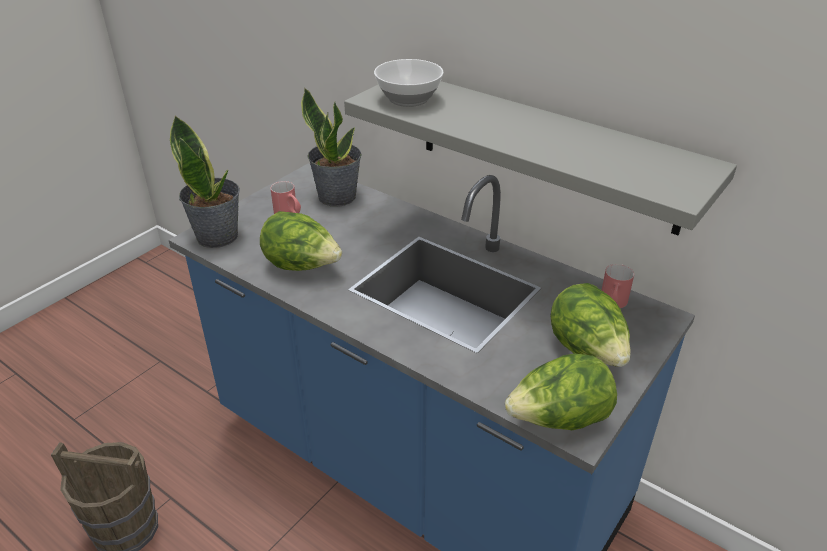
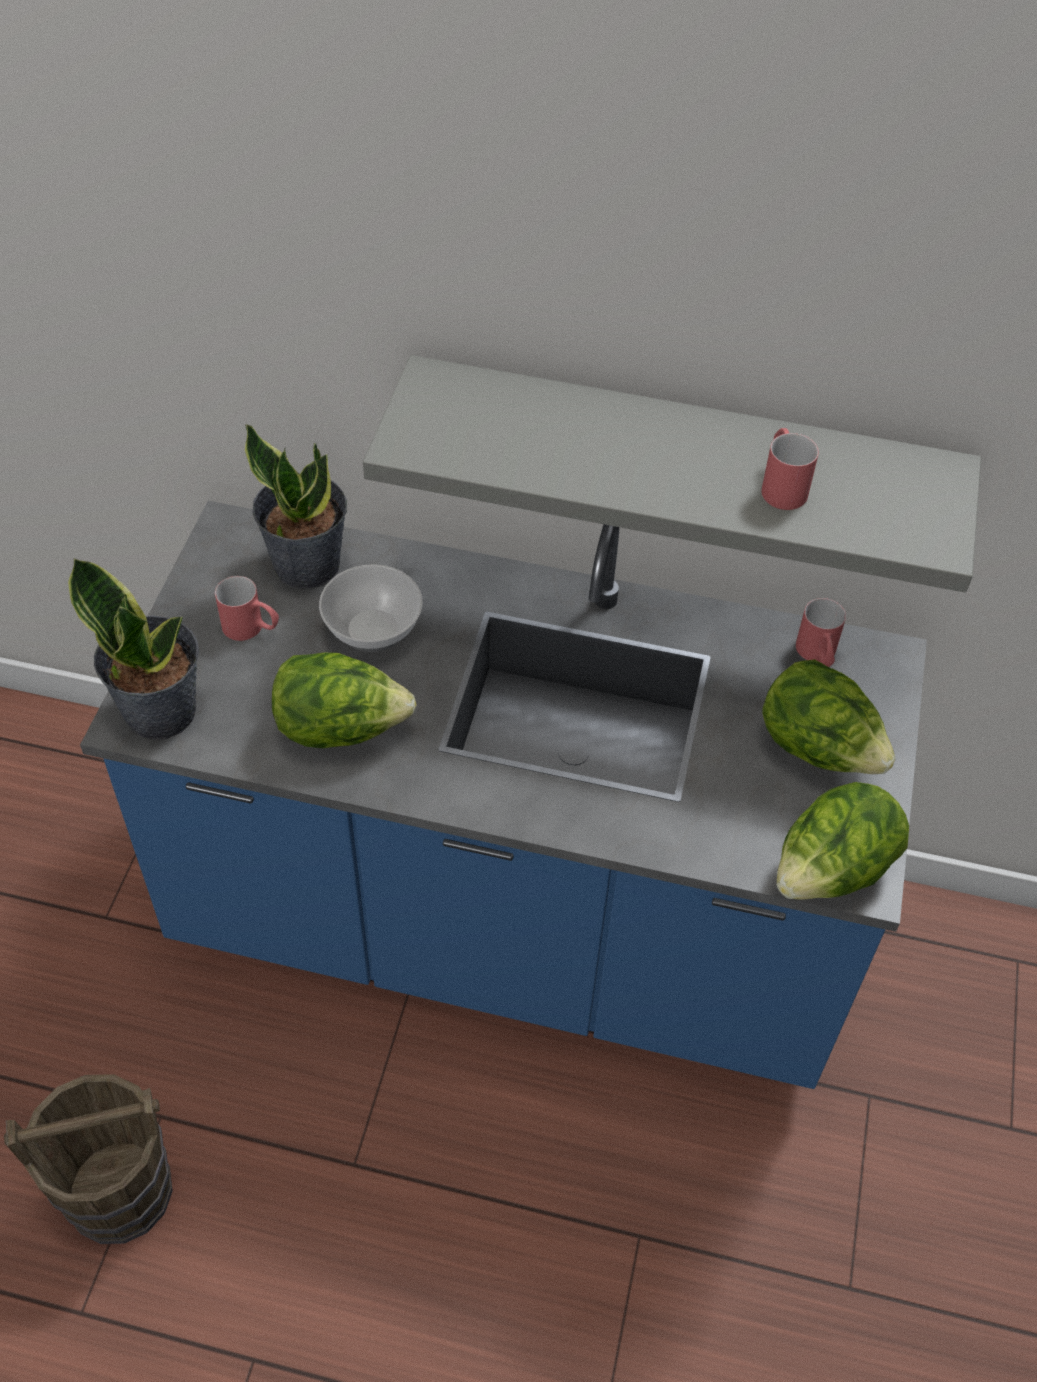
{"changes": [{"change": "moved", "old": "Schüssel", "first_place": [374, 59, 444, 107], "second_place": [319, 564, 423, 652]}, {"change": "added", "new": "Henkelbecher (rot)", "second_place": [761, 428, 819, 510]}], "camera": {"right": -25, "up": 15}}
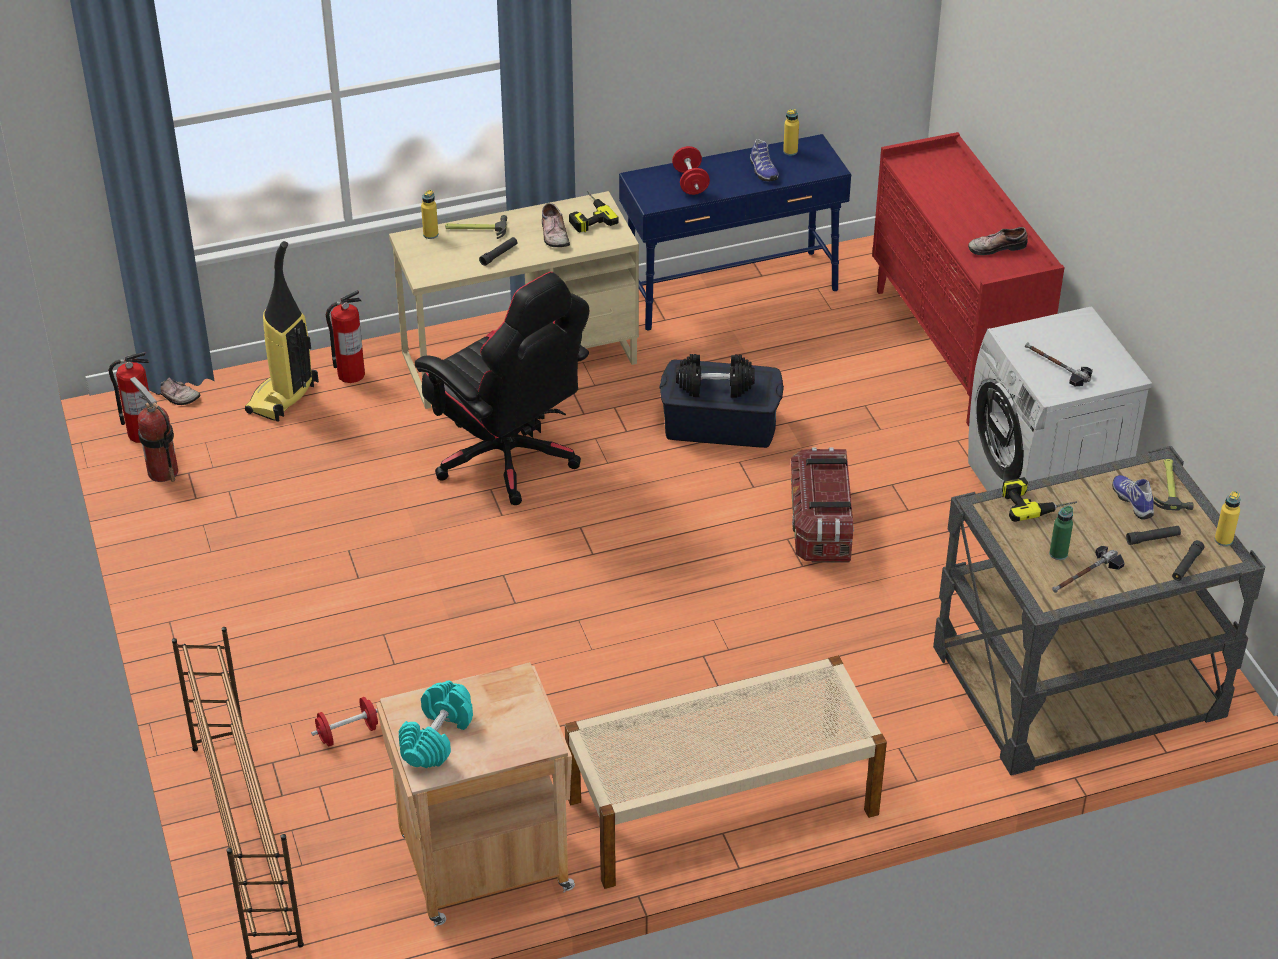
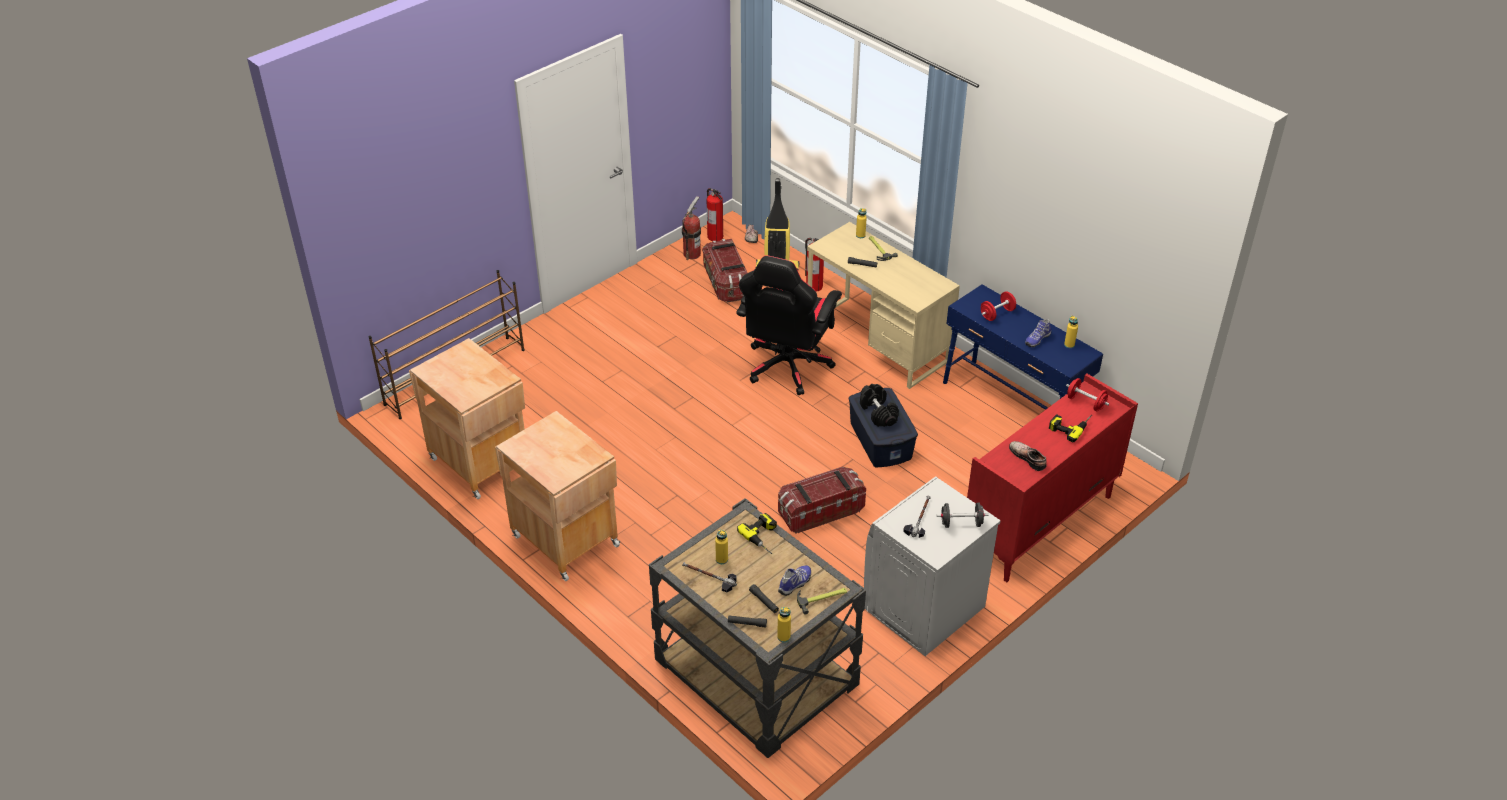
{"changes": [{"change": "replaced", "old": "Bank (beige)", "new": "Rollwagen (braun)", "first_place": [565, 655, 887, 889], "second_place": [495, 411, 620, 581]}, {"change": "added", "new": "Aufbewahrungsbox", "second_place": [702, 239, 747, 302]}, {"change": "recoloured", "old": "Flasche (grün)", "new": "Flasche (gelb)", "first_place": [1050, 505, 1073, 560], "second_place": [715, 530, 728, 564]}, {"change": "added", "new": "Hantel (schwarz)", "second_place": [937, 503, 988, 528]}, {"change": "moved", "old": "Bohrmaschine", "first_place": [569, 191, 618, 233], "second_place": [1049, 414, 1092, 442]}, {"change": "moved", "old": "Hantel (rot)", "first_place": [311, 697, 378, 746], "second_place": [1066, 378, 1109, 411]}, {"change": "removed", "old": "Hantel (türkis)", "first_place": [399, 680, 473, 768]}, {"change": "removed", "old": "Schuh", "first_place": [542, 203, 570, 247]}], "camera": {"right": 65, "up": 0}}
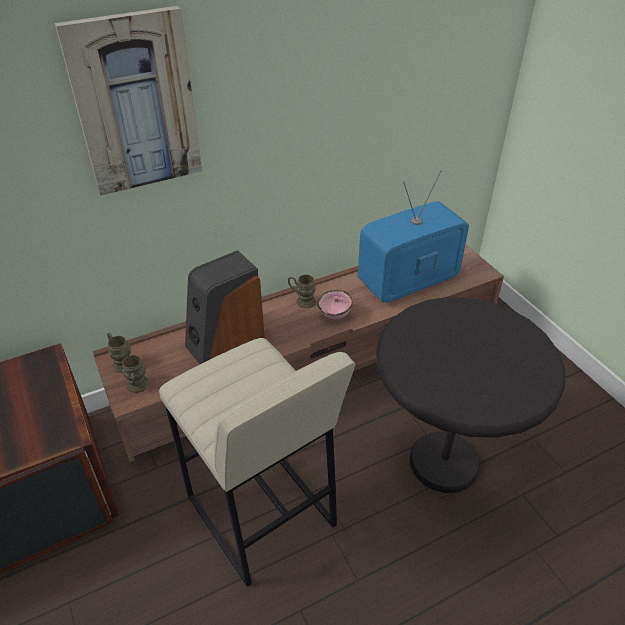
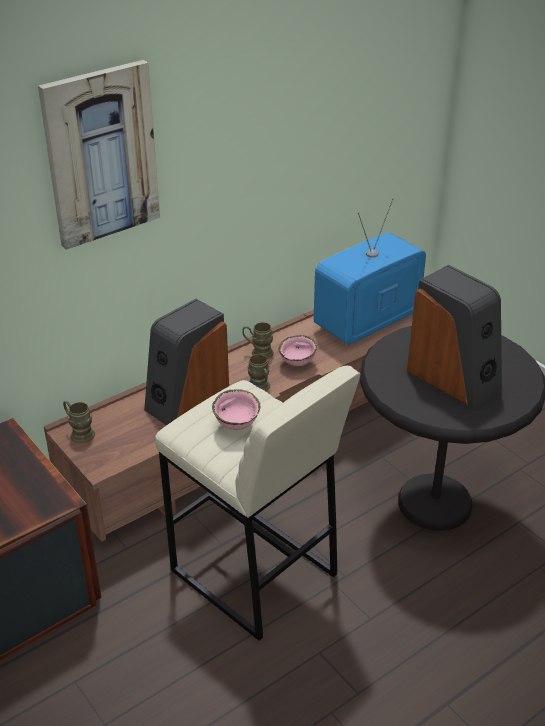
{"changes": [{"change": "added", "new": "Schüssel (rosa)", "second_place": [212, 389, 260, 430]}, {"change": "moved", "old": "Henkelbecher (braun)", "first_place": [122, 355, 150, 393], "second_place": [248, 354, 270, 391]}, {"change": "added", "new": "Lautsprecher", "second_place": [407, 265, 502, 408]}], "camera": {"right": -10, "up": -5}}
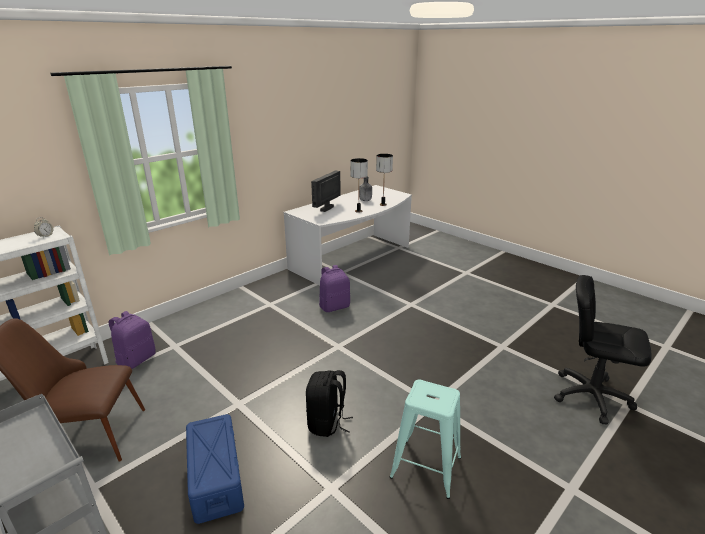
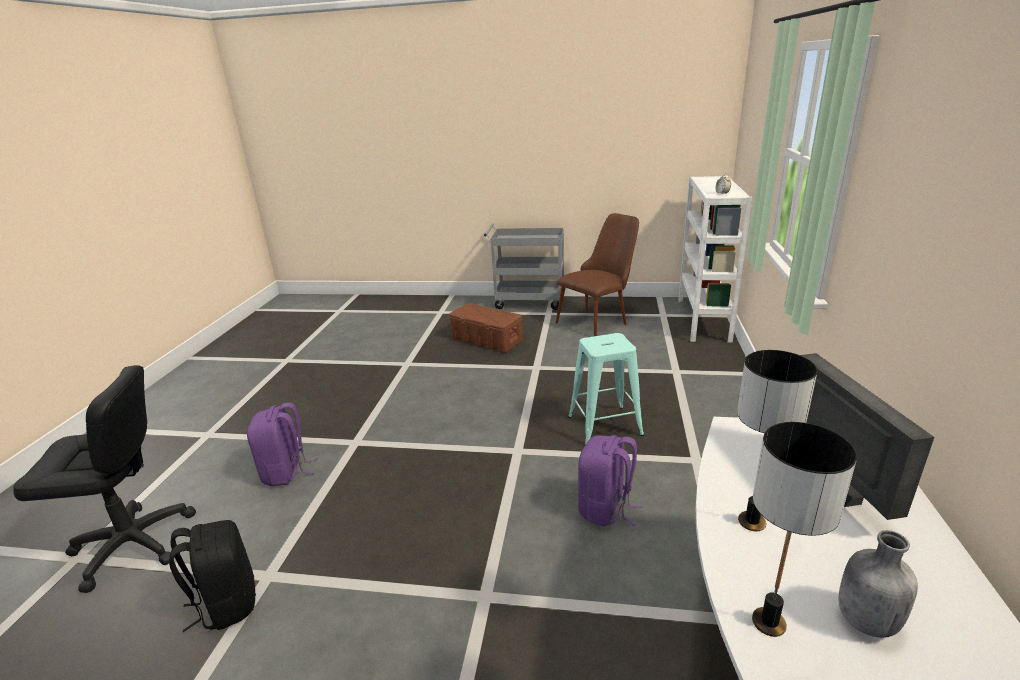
{"changes": [{"change": "moved", "old": "Rucksack (schwarz)", "first_place": [306, 370, 353, 437], "second_place": [169, 520, 256, 632]}, {"change": "moved", "old": "Rucksack (lila)", "first_place": [108, 311, 156, 369], "second_place": [247, 403, 318, 486]}, {"change": "recoloured", "old": "Aufbewahrungsbox (blau)", "new": "Aufbewahrungsbox (braun)", "first_place": [186, 414, 244, 524], "second_place": [449, 303, 523, 353]}, {"change": "moved", "old": "Hocker (türkis)", "first_place": [389, 379, 461, 499], "second_place": [568, 333, 644, 445]}], "camera": {"right": 145, "up": 0}}
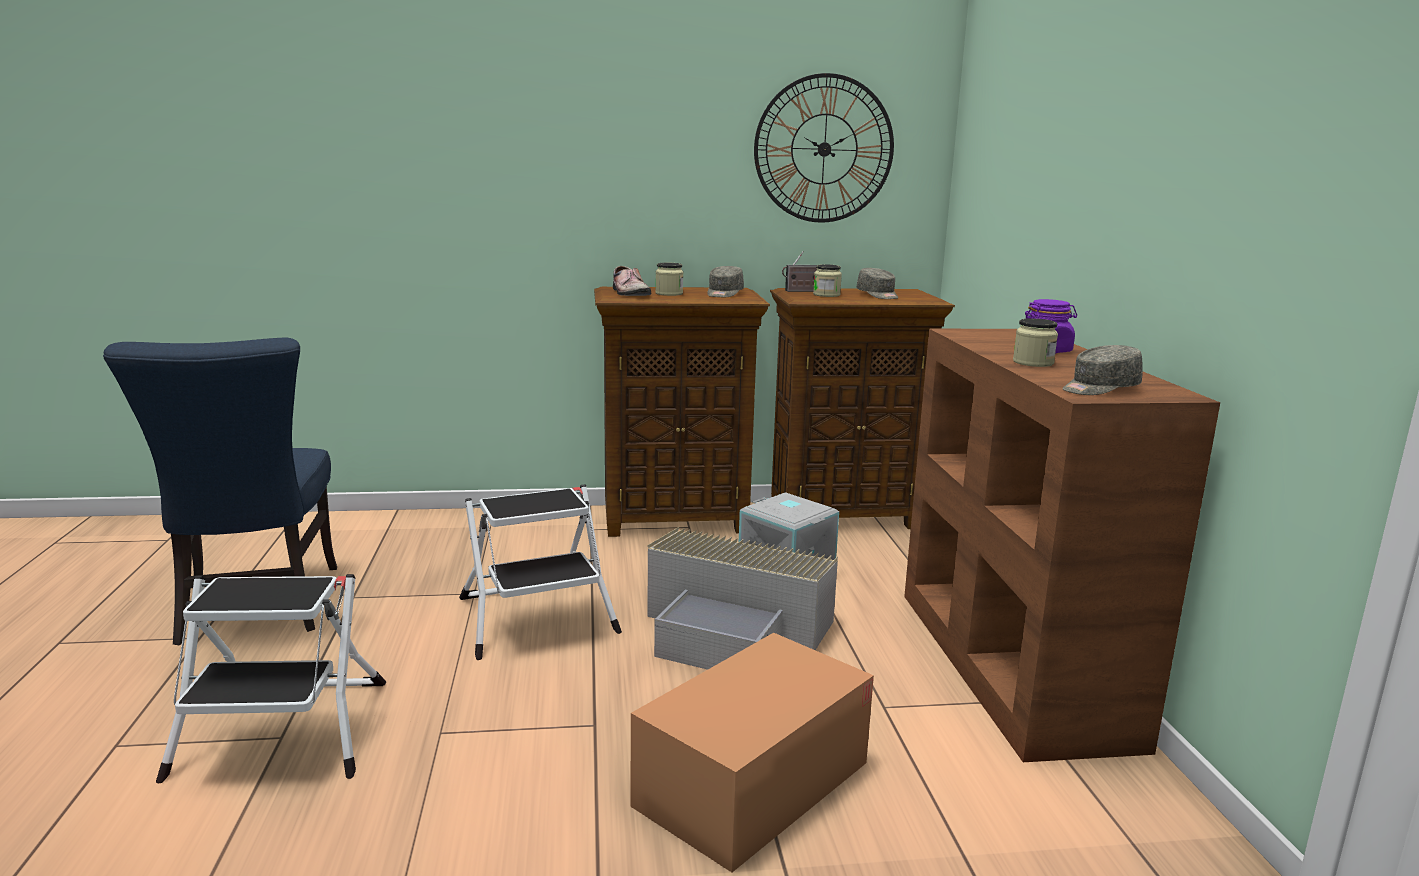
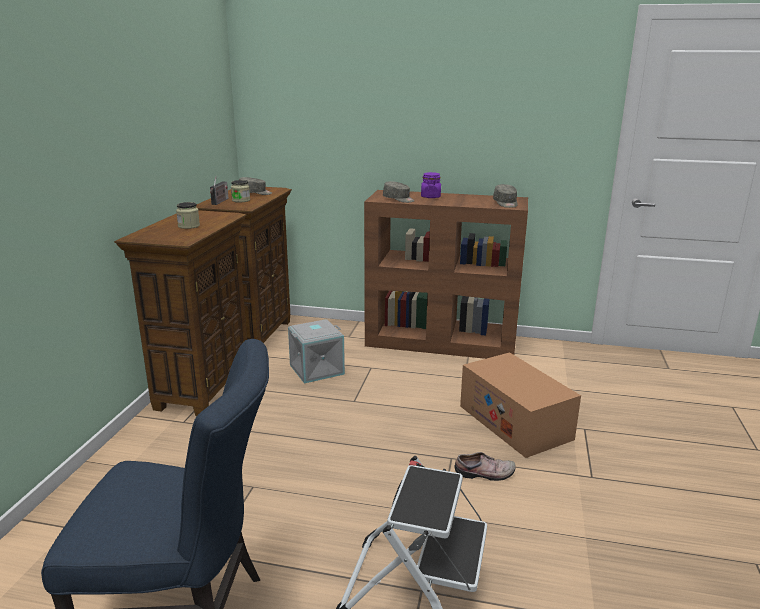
{"changes": [{"change": "moved", "old": "Kappe (grau)", "first_place": [707, 266, 744, 297], "second_place": [383, 181, 414, 203]}, {"change": "moved", "old": "Schuh", "first_place": [613, 266, 651, 296], "second_place": [455, 452, 516, 481]}, {"change": "removed", "old": "Trittleiter", "first_place": [459, 484, 622, 660]}, {"change": "removed", "old": "Aufbewahrungsbox (grau)", "first_place": [647, 527, 838, 670]}, {"change": "removed", "old": "Wanduhr", "first_place": [754, 73, 894, 223]}, {"change": "removed", "old": "Vorratsglas", "first_place": [1013, 318, 1058, 367]}], "camera": {"right": -70, "up": 5}}
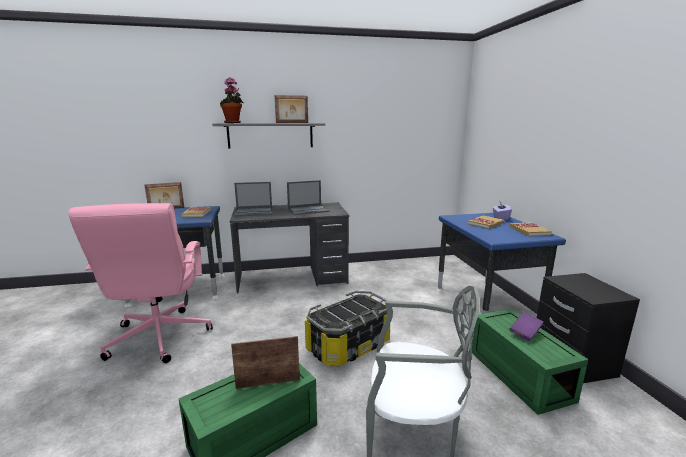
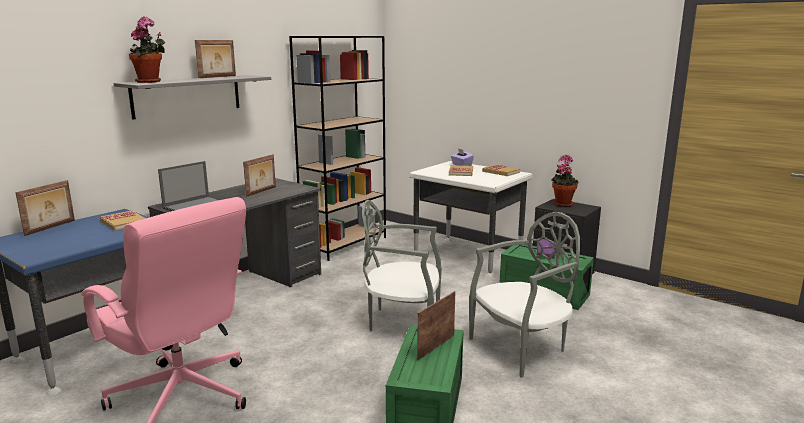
{"changes": [{"change": "replaced", "old": "Laptop", "new": "Bilderrahmen", "first_place": [287, 180, 329, 215], "second_place": [243, 154, 276, 197]}, {"change": "added", "new": "Bücherregal (beige)", "second_place": [289, 36, 386, 261]}, {"change": "replaced", "old": "Aufbewahrungsbox", "new": "Stuhl (grau)", "first_place": [305, 291, 390, 366], "second_place": [362, 200, 442, 331]}, {"change": "recoloured", "old": "Schreibtisch (blau)", "new": "Schreibtisch (weiß)", "first_place": [436, 213, 566, 314], "second_place": [410, 161, 533, 278]}, {"change": "added", "new": "Topfpflanze", "second_place": [551, 154, 579, 207]}], "camera": {"right": -40, "up": 0}}
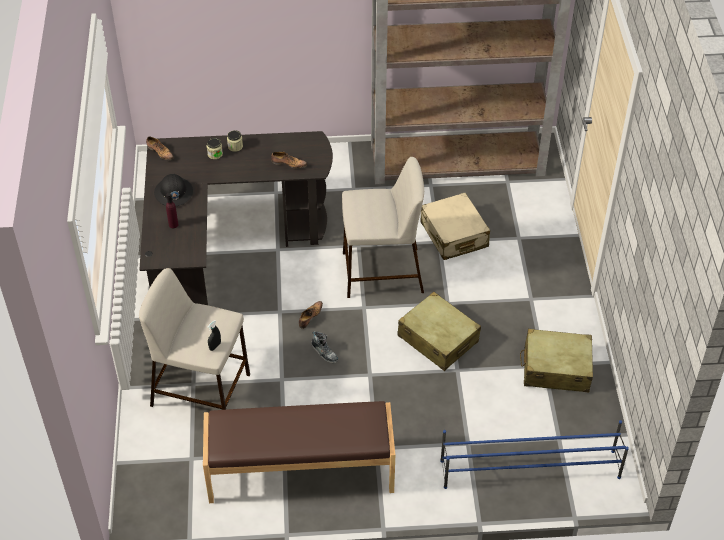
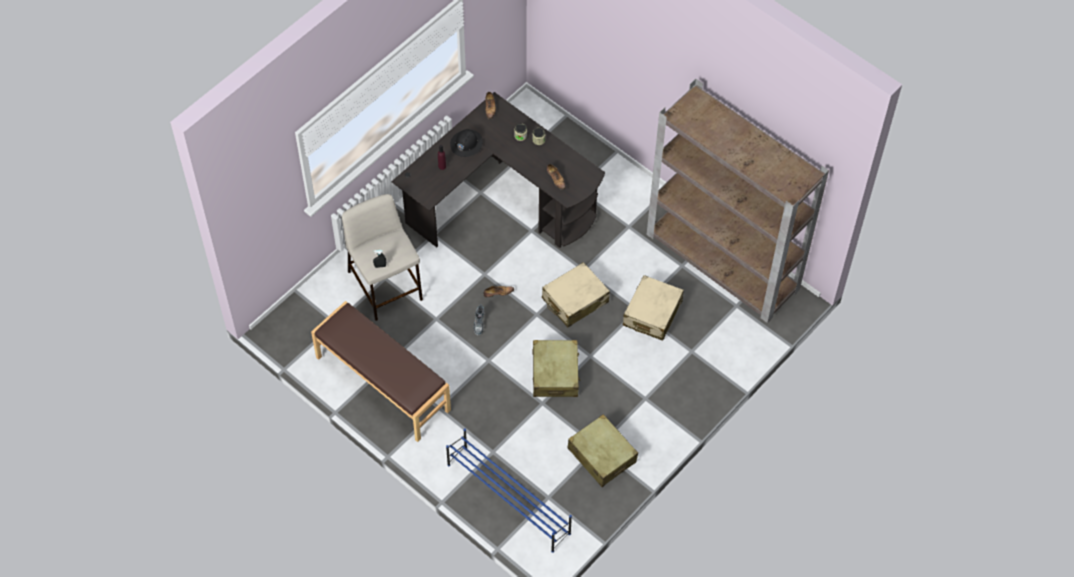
{"changes": [{"change": "replaced", "old": "Hocker (beige)", "new": "Koffer (beige)", "first_place": [342, 157, 424, 298], "second_place": [542, 262, 610, 327]}], "camera": {"right": 45, "up": 10}}
